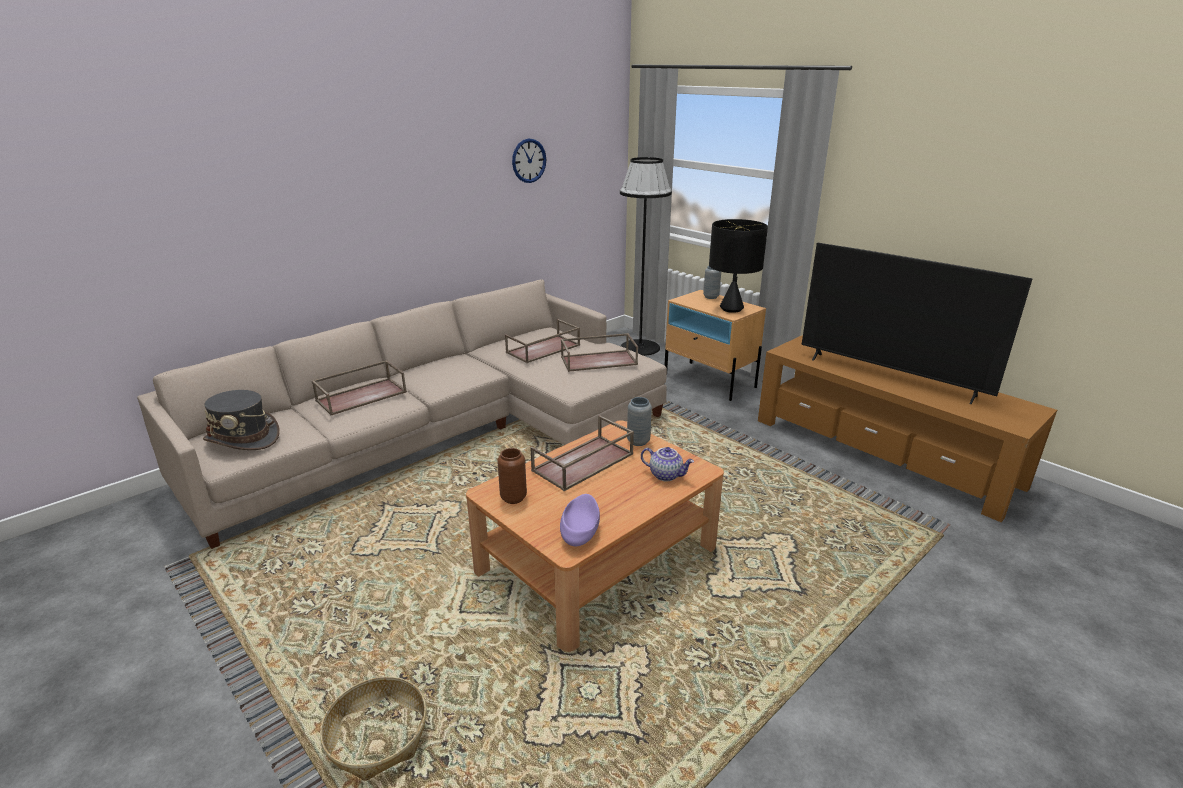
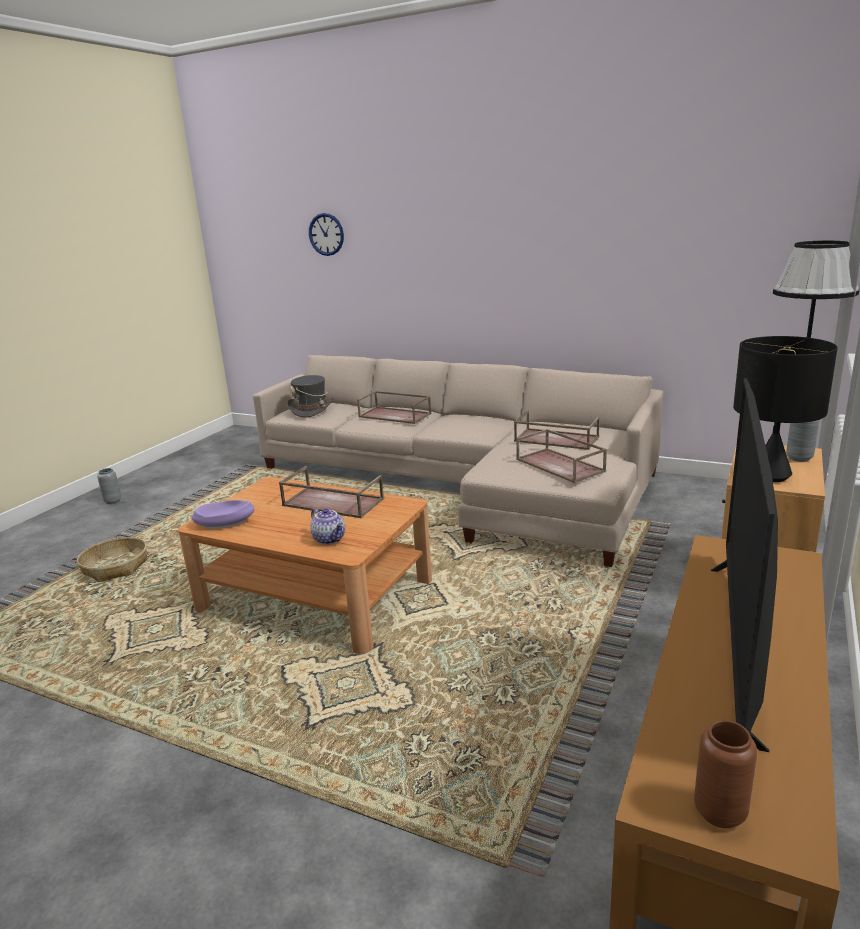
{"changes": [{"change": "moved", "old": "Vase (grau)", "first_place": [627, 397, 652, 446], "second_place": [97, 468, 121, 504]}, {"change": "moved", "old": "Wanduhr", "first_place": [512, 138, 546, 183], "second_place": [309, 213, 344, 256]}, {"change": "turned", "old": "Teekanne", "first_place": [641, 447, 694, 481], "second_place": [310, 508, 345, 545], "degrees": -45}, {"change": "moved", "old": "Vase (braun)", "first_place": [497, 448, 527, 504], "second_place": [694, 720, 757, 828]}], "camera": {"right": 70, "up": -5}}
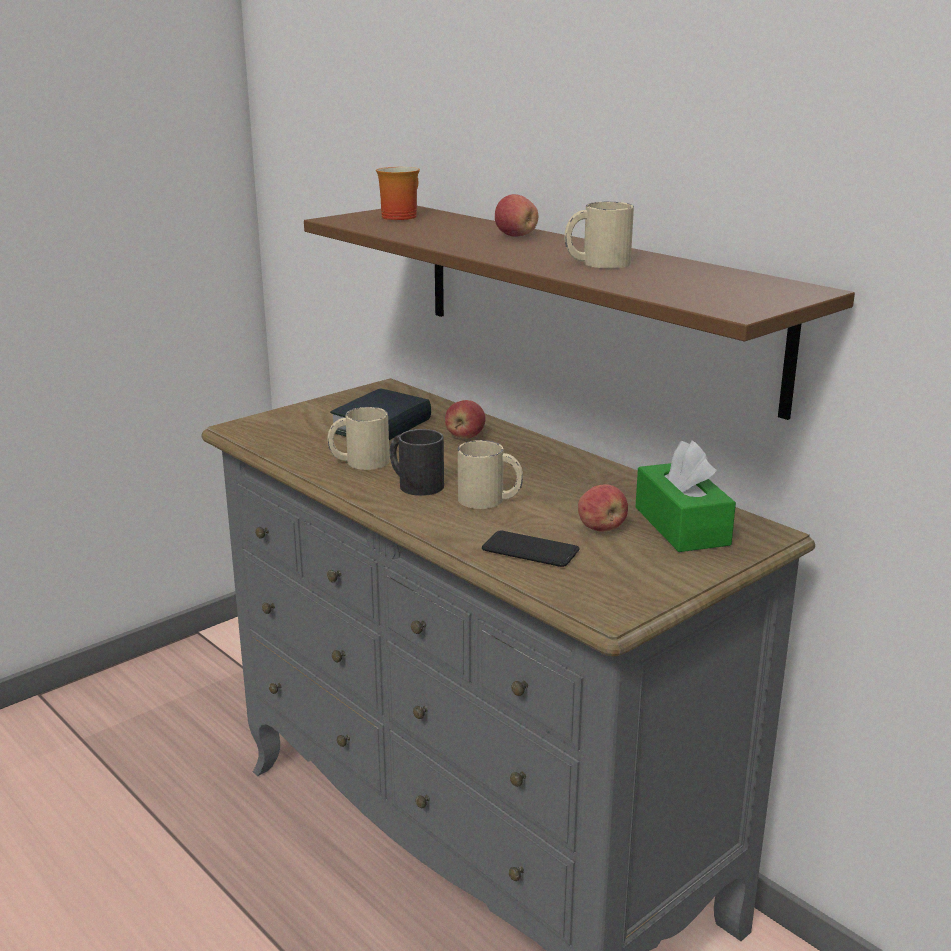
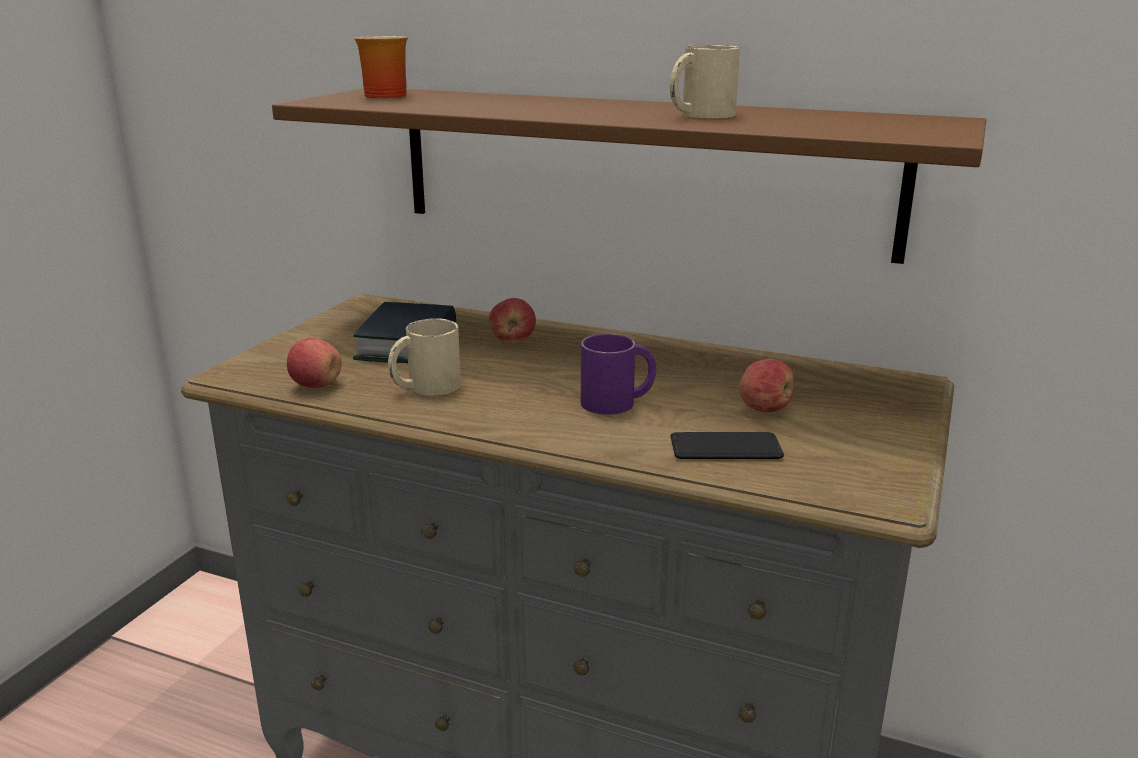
{"changes": [{"change": "moved", "old": "Apfel", "first_place": [495, 194, 538, 237], "second_place": [287, 338, 342, 388]}, {"change": "recoloured", "old": "Henkelbecher (beige)", "new": "Henkelbecher (lila)", "first_place": [458, 440, 523, 509], "second_place": [581, 334, 657, 415]}, {"change": "removed", "old": "Henkelbecher (schwarz)", "first_place": [390, 429, 444, 496]}, {"change": "removed", "old": "Taschentuchbox (grün)", "first_place": [635, 440, 736, 552]}], "camera": {"right": -25, "up": 0}}
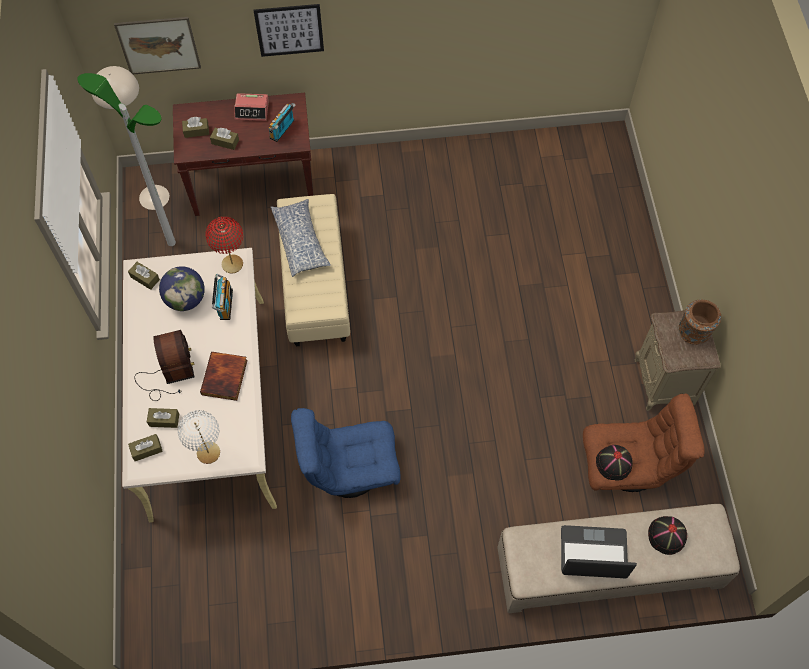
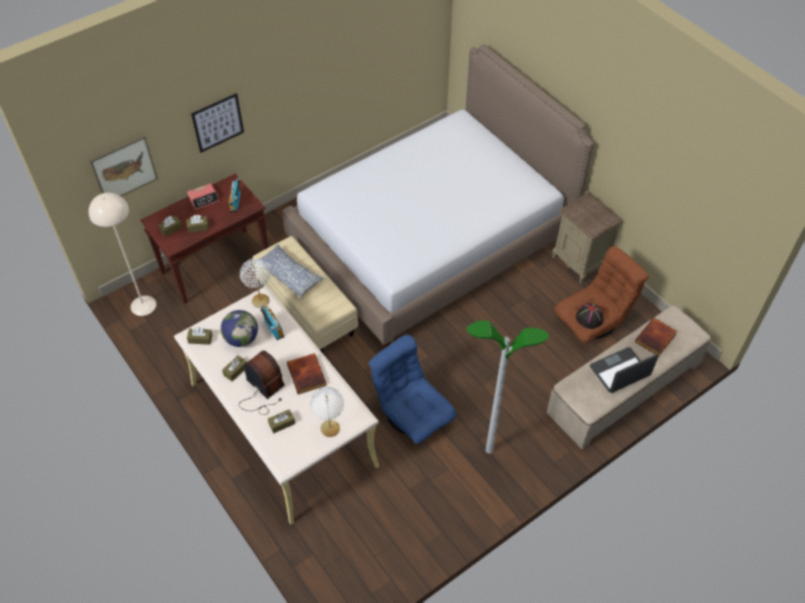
{"changes": [{"change": "moved", "old": "Taschentuchbox (braun)", "first_place": [128, 434, 163, 461], "second_place": [222, 355, 247, 381]}, {"change": "recoloured", "old": "Tischlampe (rot)", "new": "Tischlampe (weiß)", "first_place": [205, 216, 243, 274], "second_place": [240, 259, 270, 308]}, {"change": "added", "new": "Bett", "second_place": [282, 44, 594, 348]}, {"change": "turned", "old": "Sessel (blau)", "first_place": [291, 408, 401, 498], "second_place": [368, 335, 456, 444], "degrees": 90}, {"change": "moved", "old": "Stehlampe", "first_place": [78, 73, 176, 246], "second_place": [466, 320, 549, 454]}, {"change": "replaced", "old": "Hut (schwarz)", "new": "Buch", "first_place": [648, 516, 687, 555], "second_place": [635, 317, 677, 356]}, {"change": "removed", "old": "Vase (braun)", "first_place": [679, 299, 721, 345]}], "camera": {"right": -30, "up": -10}}
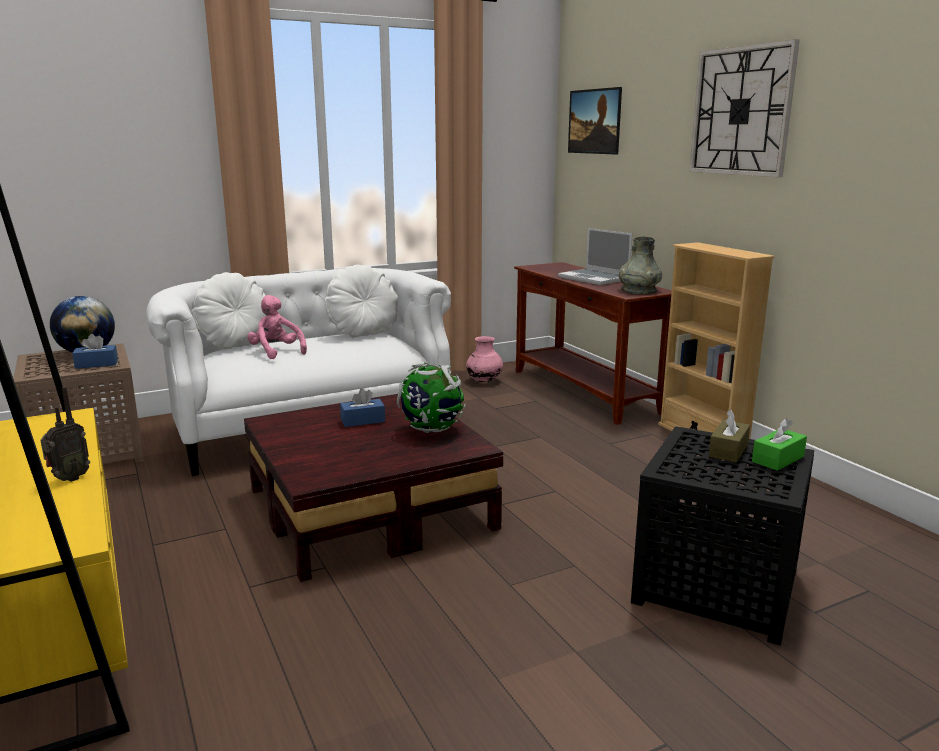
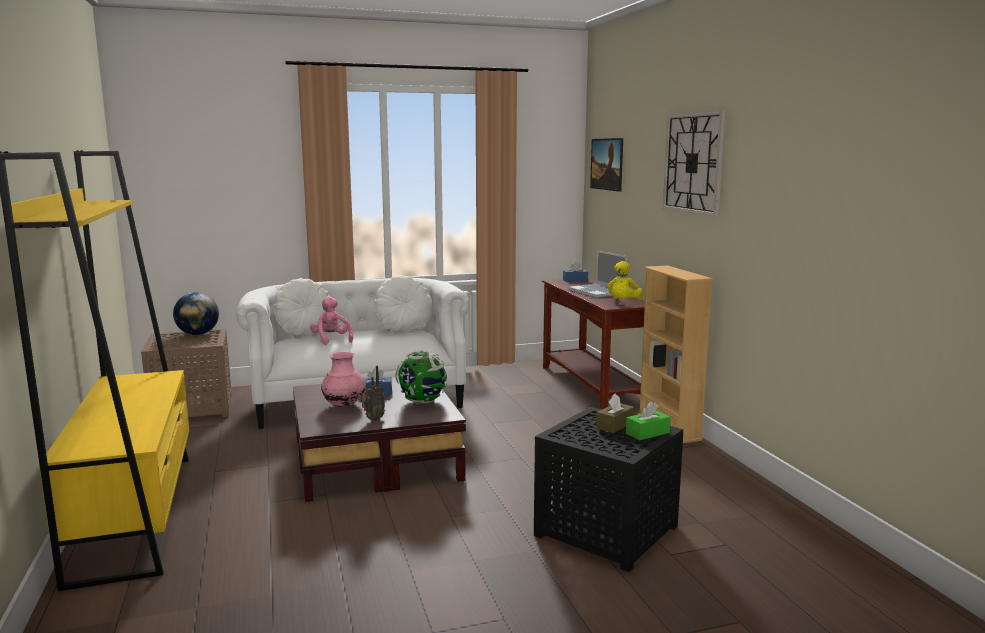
{"changes": [{"change": "moved", "old": "Vase (rosa)", "first_place": [466, 336, 503, 382], "second_place": [321, 352, 366, 407]}, {"change": "moved", "old": "Radio", "first_place": [40, 387, 90, 482], "second_place": [362, 365, 385, 421]}, {"change": "moved", "old": "Taschentuchbox (blau)", "first_place": [72, 334, 118, 369], "second_place": [563, 262, 588, 282]}, {"change": "replaced", "old": "Vase (grau)", "new": "Plüschtier (gelb)", "first_place": [619, 237, 662, 294], "second_place": [608, 261, 643, 300]}], "camera": {"right": 10, "up": -5}}
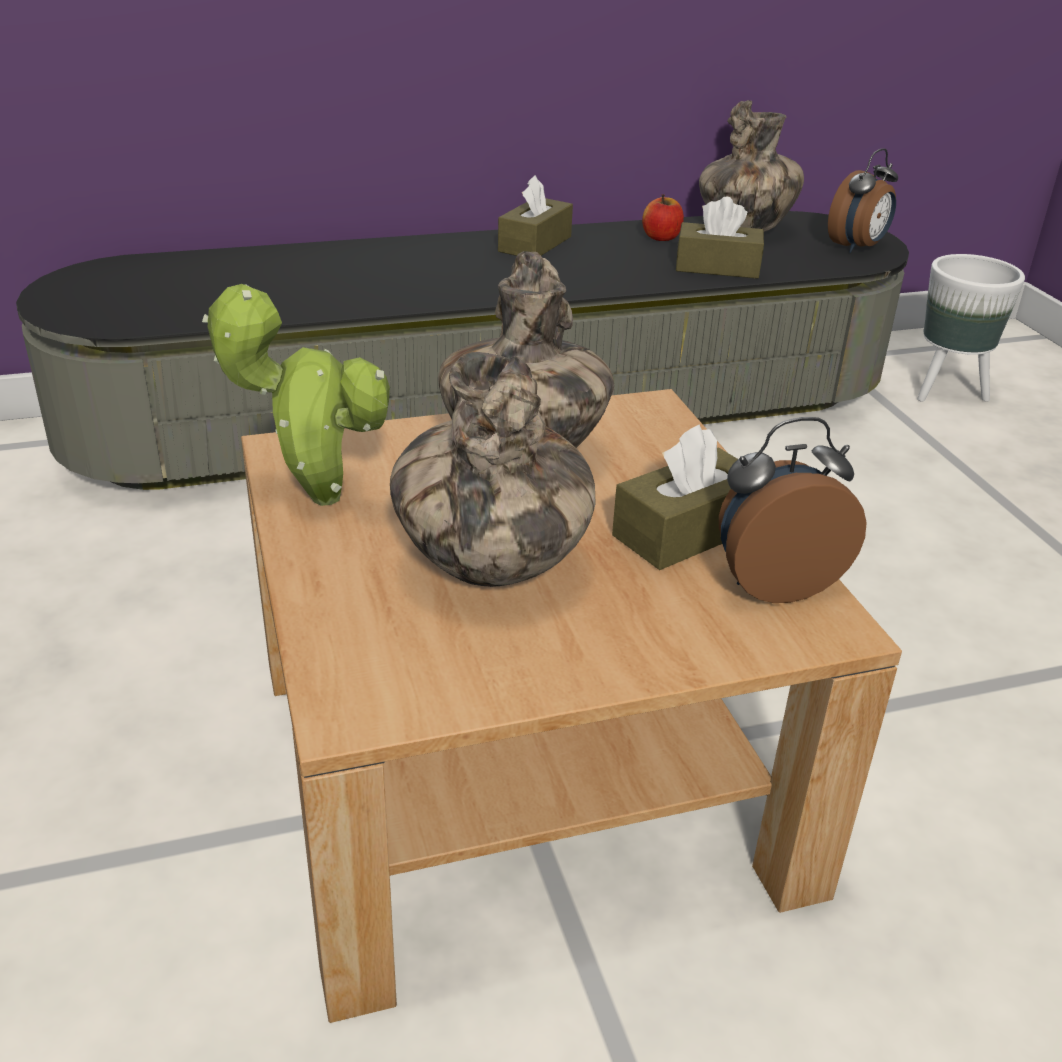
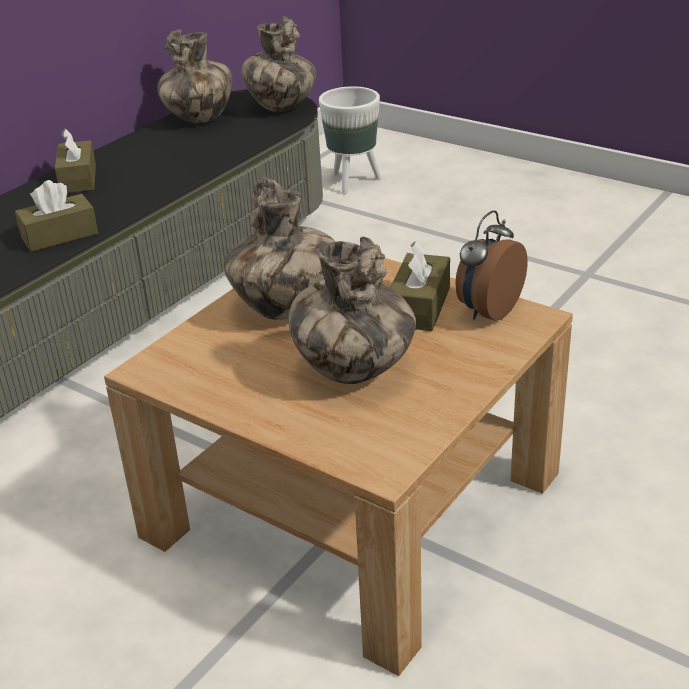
{"changes": [{"change": "moved", "old": "Taschentuchbox (braun)", "first_place": [676, 196, 764, 279], "second_place": [15, 180, 98, 252]}, {"change": "replaced", "old": "Wecker", "new": "Vase", "first_place": [828, 148, 898, 253], "second_place": [242, 16, 316, 112]}, {"change": "removed", "old": "Topfpflanze", "first_place": [202, 284, 390, 506]}, {"change": "removed", "old": "Apfel", "first_place": [642, 194, 684, 241]}], "camera": {"right": -35, "up": 0}}
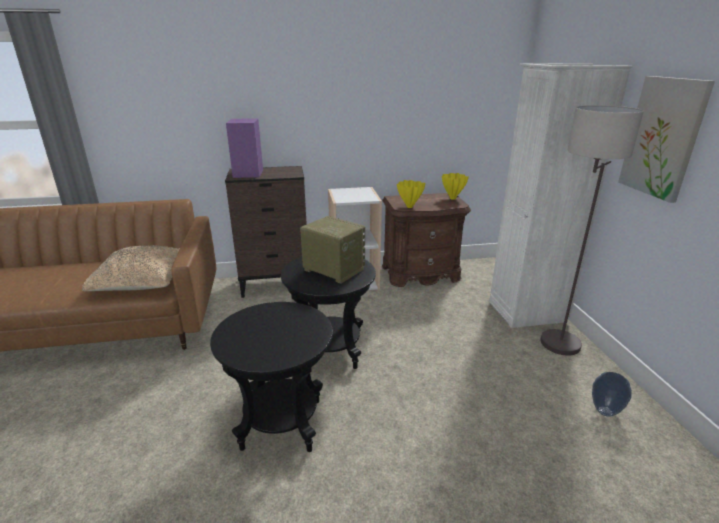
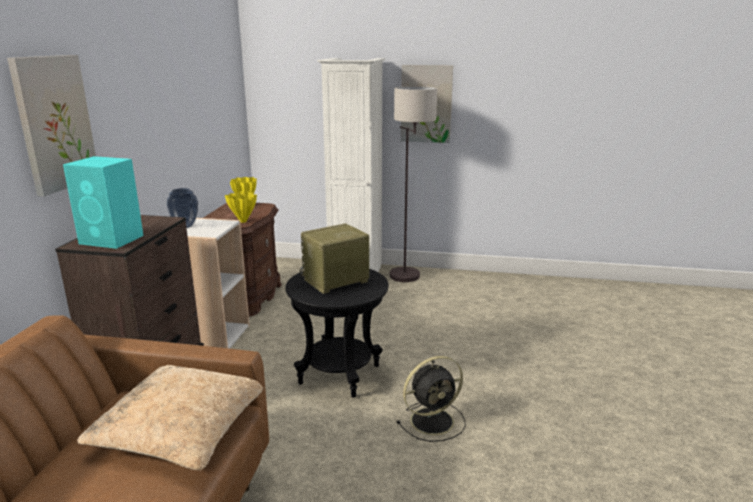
{"changes": [{"change": "added", "new": "Bild", "second_place": [7, 55, 96, 197]}, {"change": "recoloured", "old": "Lautsprecher (lila)", "new": "Lautsprecher (türkis)", "first_place": [226, 118, 263, 178], "second_place": [63, 156, 144, 249]}, {"change": "moved", "old": "Vase", "first_place": [592, 372, 632, 417], "second_place": [167, 188, 198, 228]}, {"change": "replaced", "old": "Beistelltisch (schwarz)", "new": "Ventilator (schwarz)", "first_place": [210, 302, 333, 452], "second_place": [397, 356, 466, 442]}], "camera": {"right": -70, "up": -5}}
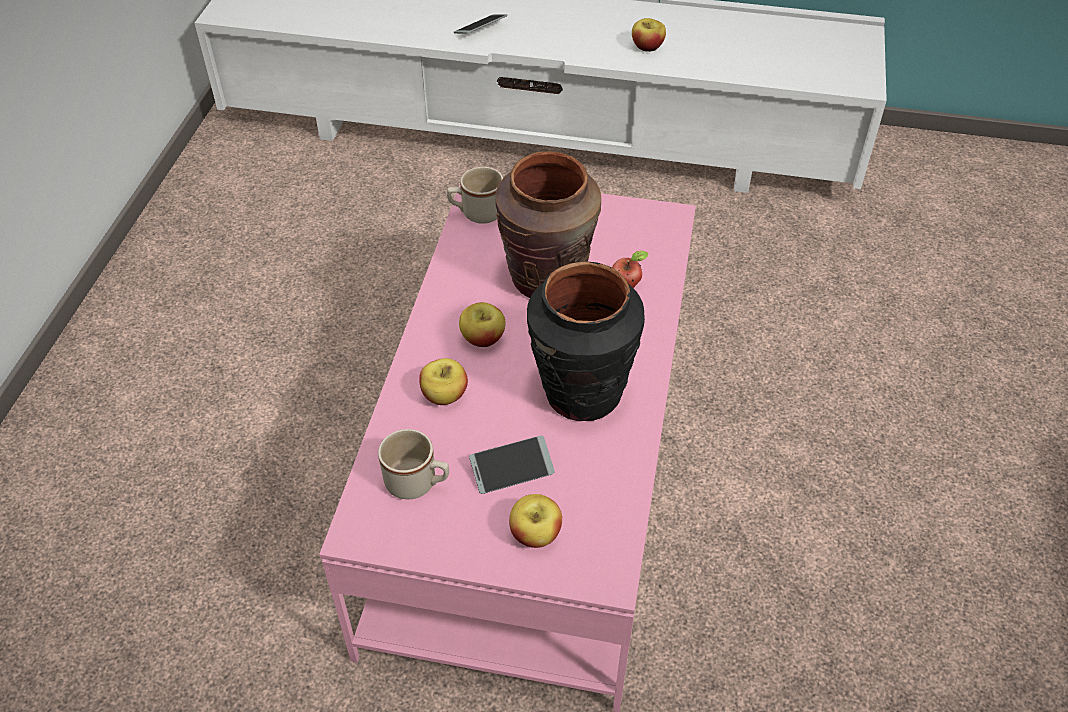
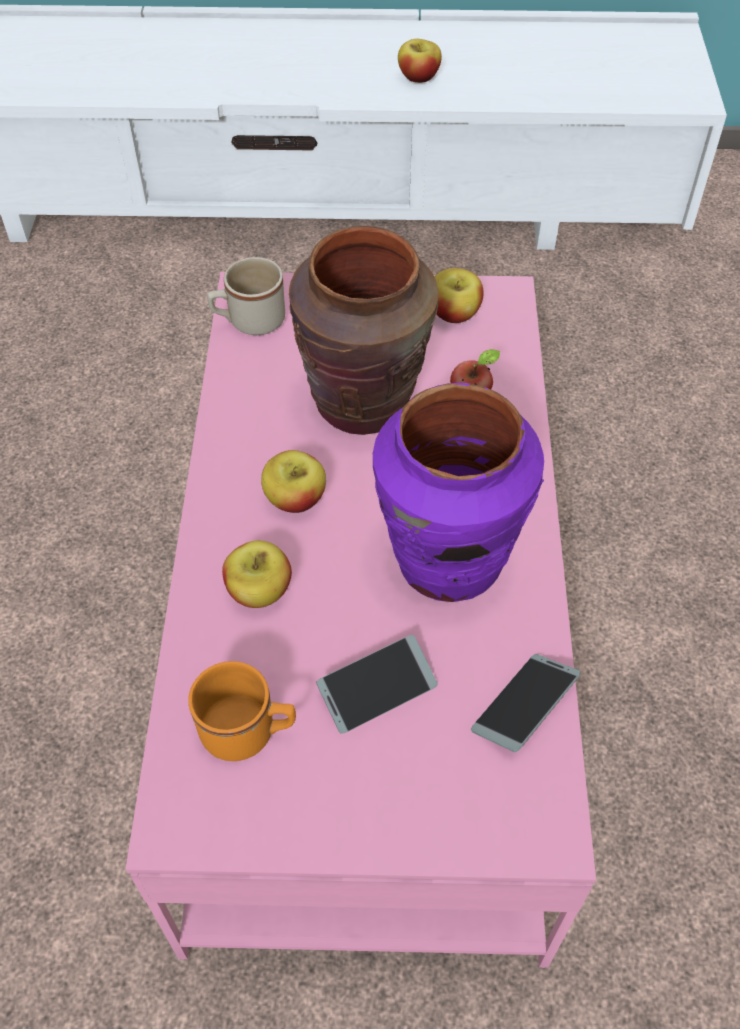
{"changes": [{"change": "recoloured", "old": "Henkelbecher (beige)", "new": "Henkelbecher (orange)", "first_place": [378, 429, 449, 500], "second_place": [188, 661, 296, 761]}, {"change": "recoloured", "old": "Vase (schwarz)", "new": "Vase (lila)", "first_place": [527, 261, 645, 421], "second_place": [373, 383, 544, 602]}, {"change": "moved", "old": "Apfel", "first_place": [509, 494, 562, 548], "second_place": [435, 268, 484, 323]}, {"change": "moved", "old": "Handy", "first_place": [454, 14, 508, 34], "second_place": [471, 654, 580, 752]}], "camera": {"right": -10, "up": 5}}
